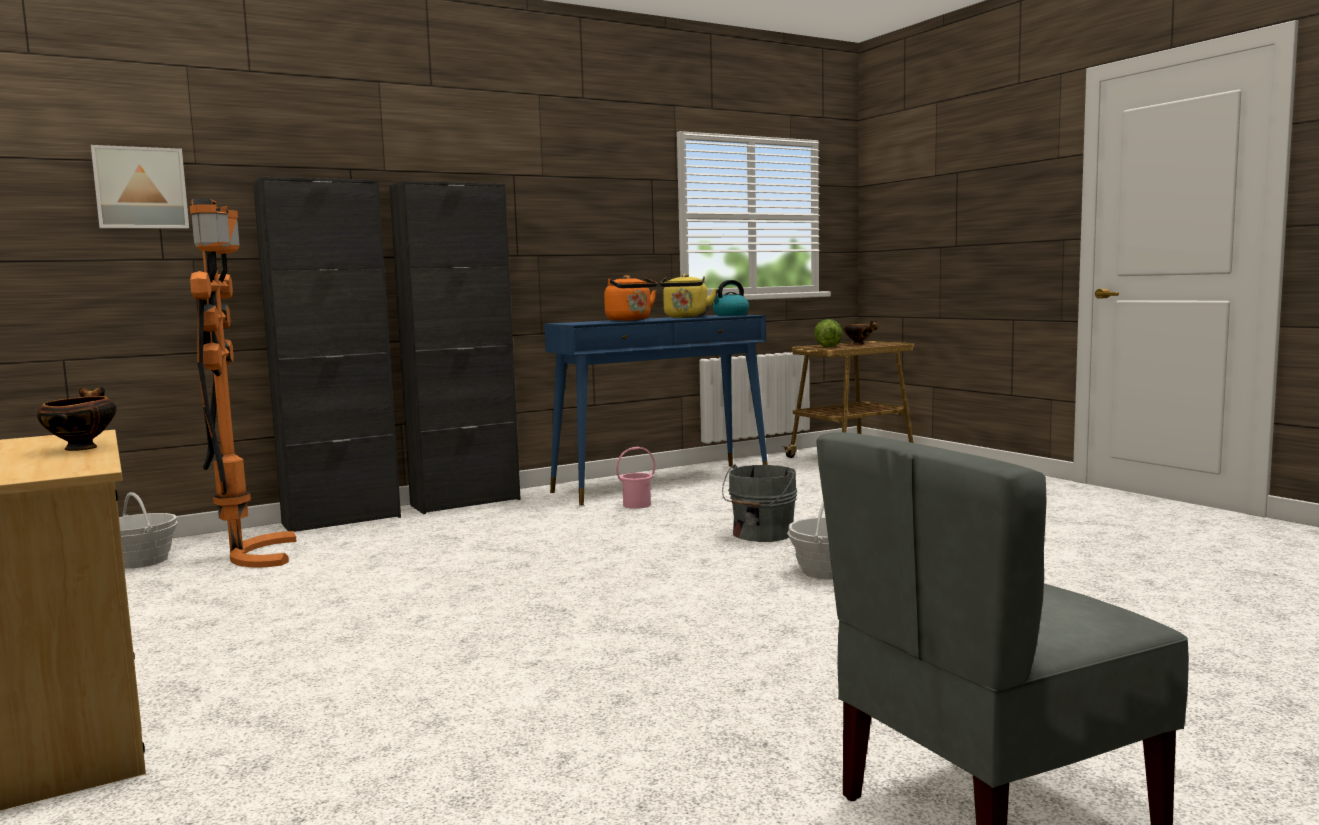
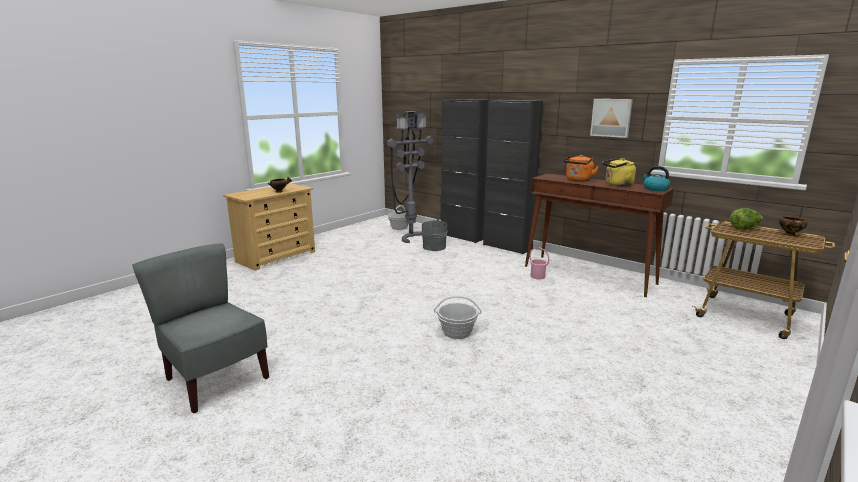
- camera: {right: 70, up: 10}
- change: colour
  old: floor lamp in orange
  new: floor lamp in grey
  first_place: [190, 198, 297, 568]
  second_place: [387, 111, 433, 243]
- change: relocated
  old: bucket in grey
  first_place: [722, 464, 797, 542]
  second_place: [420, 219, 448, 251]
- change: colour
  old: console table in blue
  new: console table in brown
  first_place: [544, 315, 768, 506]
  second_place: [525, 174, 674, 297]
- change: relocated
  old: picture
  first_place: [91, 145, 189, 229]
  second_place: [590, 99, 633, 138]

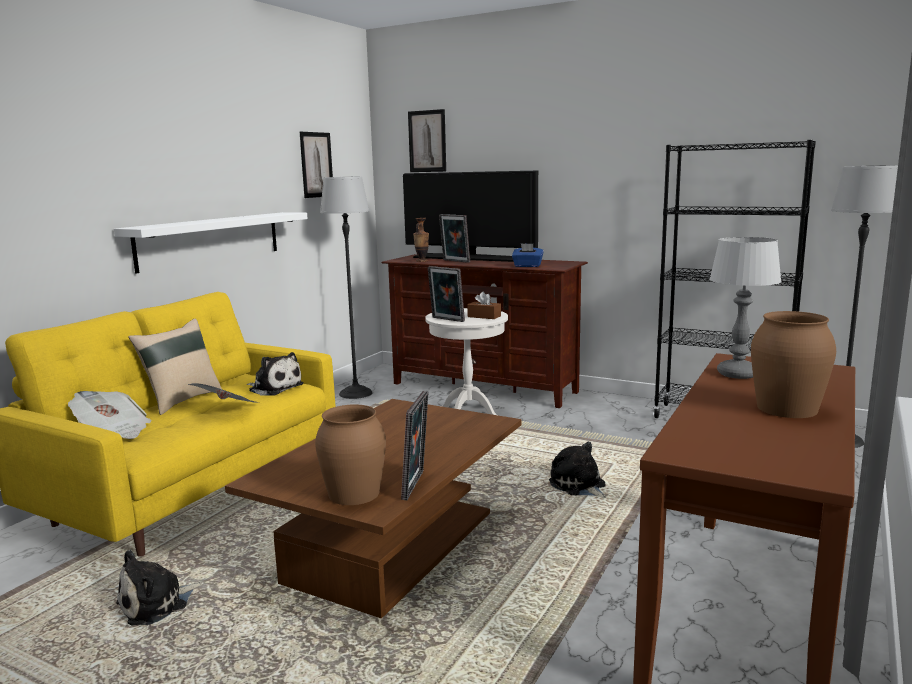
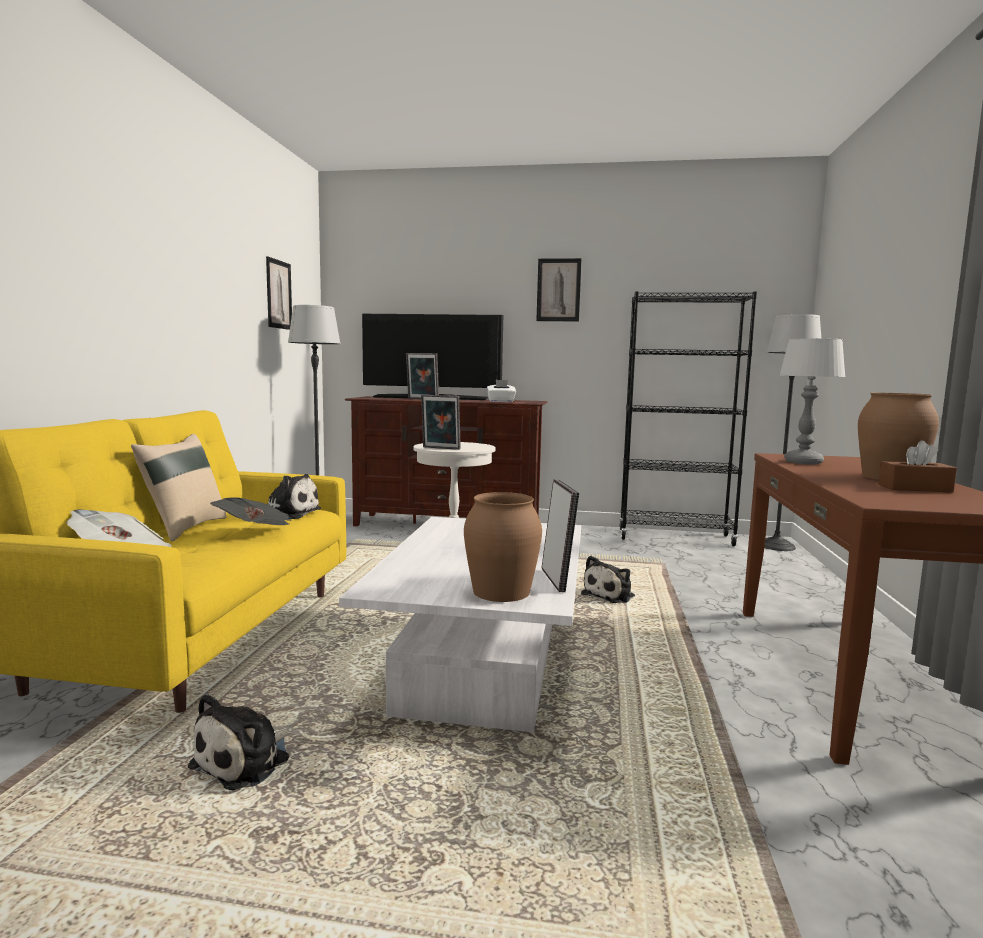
- camera: {right: -20, up: -5}
- change: colour
  old: coffee table in brown
  new: coffee table in white
  first_place: [225, 399, 522, 618]
  second_place: [339, 517, 581, 732]
- change: colour
  old: tissue box in blue
  new: tissue box in white
  first_place: [512, 243, 544, 267]
  second_place: [487, 380, 516, 402]
- change: relocated
  old: picture
  first_place: [408, 109, 446, 172]
  second_place: [536, 258, 581, 321]
- change: spun
  old: plush toy
  first_place: [549, 442, 606, 498]
  second_place: [581, 556, 635, 603]
  degrees: -90
- change: relocated
  old: tissue box in brown
  first_place: [467, 292, 501, 319]
  second_place: [878, 441, 957, 493]
- change: missing
  old: shelf in white
  first_place: [114, 212, 307, 273]
- change: missing
  old: vase
  first_place: [413, 218, 429, 262]

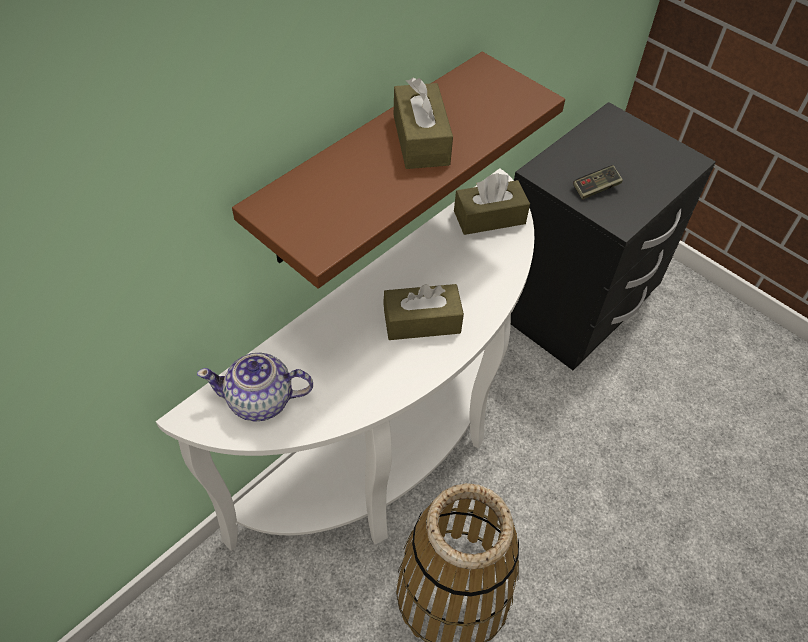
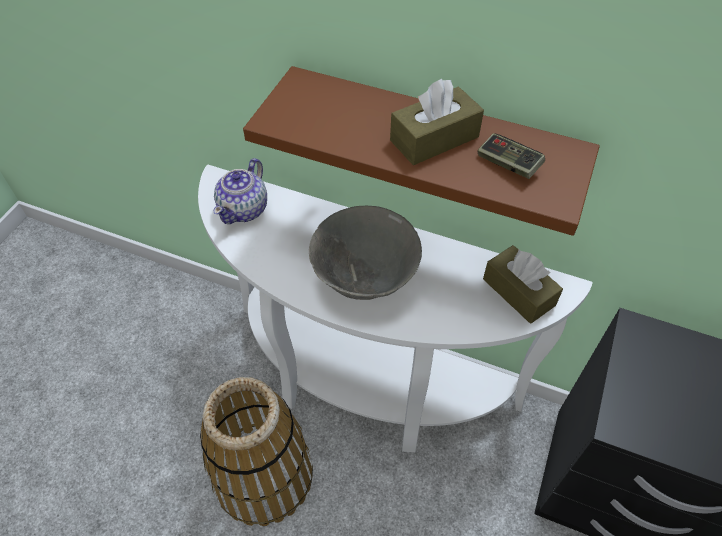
- camera: {right: 70, up: 0}
- change: spun
  old: teapot
  first_place: [197, 353, 313, 422]
  second_place: [214, 158, 267, 224]
  degrees: -135
- change: exchanged
  old: tissue box in brown
  new: bowl in grey
  first_place: [383, 284, 464, 340]
  second_place: [309, 206, 422, 300]
- change: relocated
  old: game controller
  first_place: [573, 165, 623, 199]
  second_place: [478, 133, 545, 179]

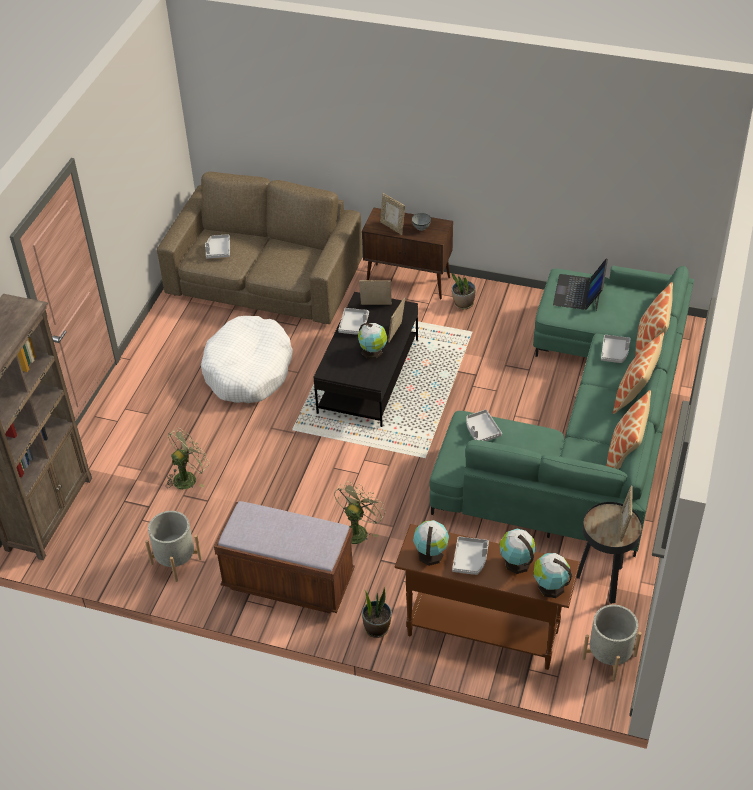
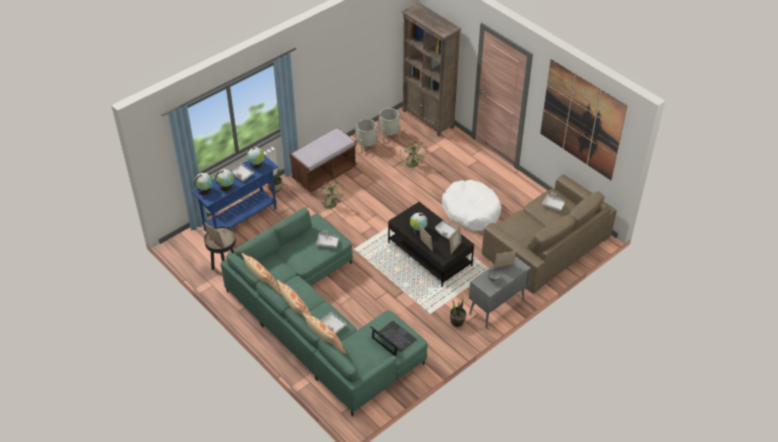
- camera: {right: 120, up: 0}
- change: colour
  old: console table in brown
  new: console table in blue
  first_place: [394, 524, 580, 670]
  second_place: [191, 155, 278, 231]
- change: relocated
  old: planter in grey
  first_place: [582, 605, 642, 681]
  second_place: [378, 108, 401, 142]
- change: colour
  old: cabinet in brown
  new: cabinet in grey
  first_place: [362, 207, 453, 299]
  second_place: [469, 256, 531, 328]
- change: appeared
  new: picture
  second_place: [540, 59, 628, 180]

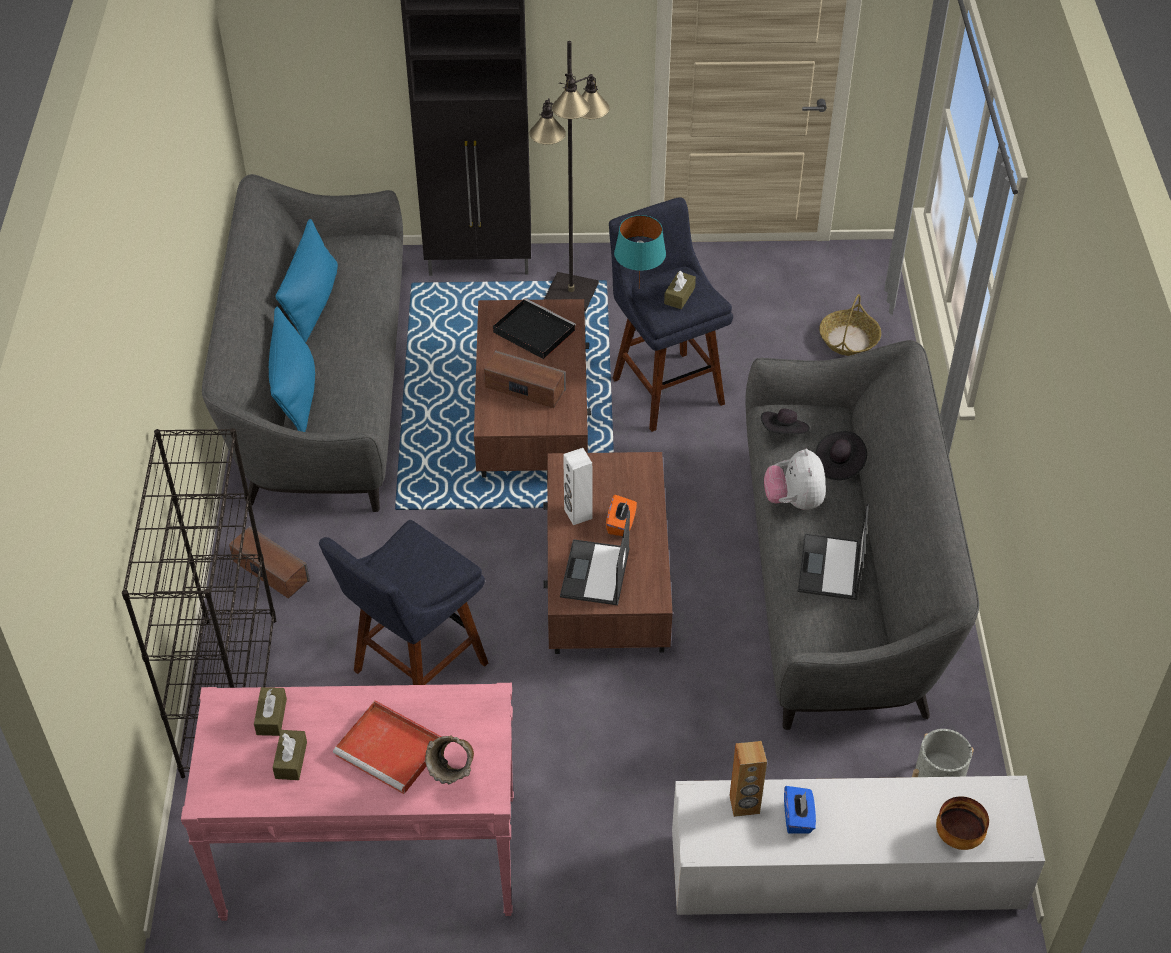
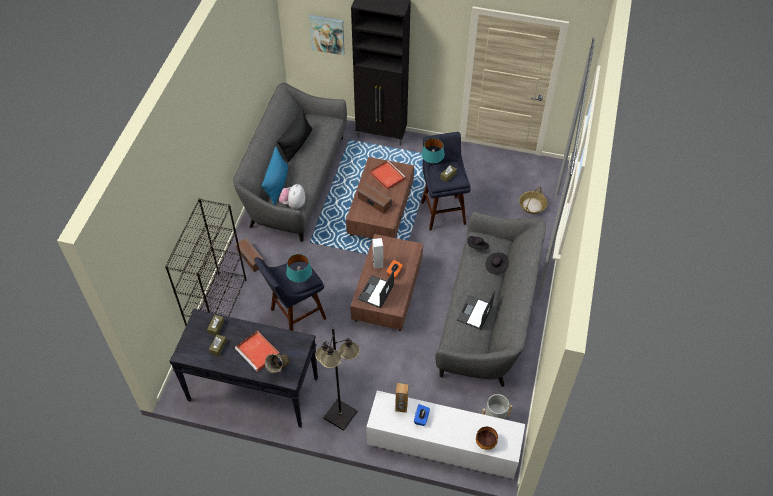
- camera: {right: 15, up: 5}
- change: colour
  old: console table in pink
  new: console table in black
  first_place: [181, 683, 514, 921]
  second_place: [170, 309, 318, 428]
- change: colour
  old: pillow in blue
  new: pillow in black
  first_place: [275, 219, 338, 343]
  second_place: [277, 108, 313, 163]
- change: relocated
  old: plush toy
  first_place: [764, 449, 826, 510]
  second_place: [279, 184, 305, 209]
- change: appeared
  new: table lamp in turquoise
  second_place: [286, 254, 312, 283]
- change: appeared
  new: picture
  second_place: [309, 15, 345, 55]
- change: relocated
  old: floor lamp in black
  first_place: [529, 41, 610, 312]
  second_place: [315, 327, 360, 431]
- change: colour
  old: tray in black
  new: tray in red
  first_place: [493, 298, 576, 359]
  second_place: [370, 160, 405, 190]

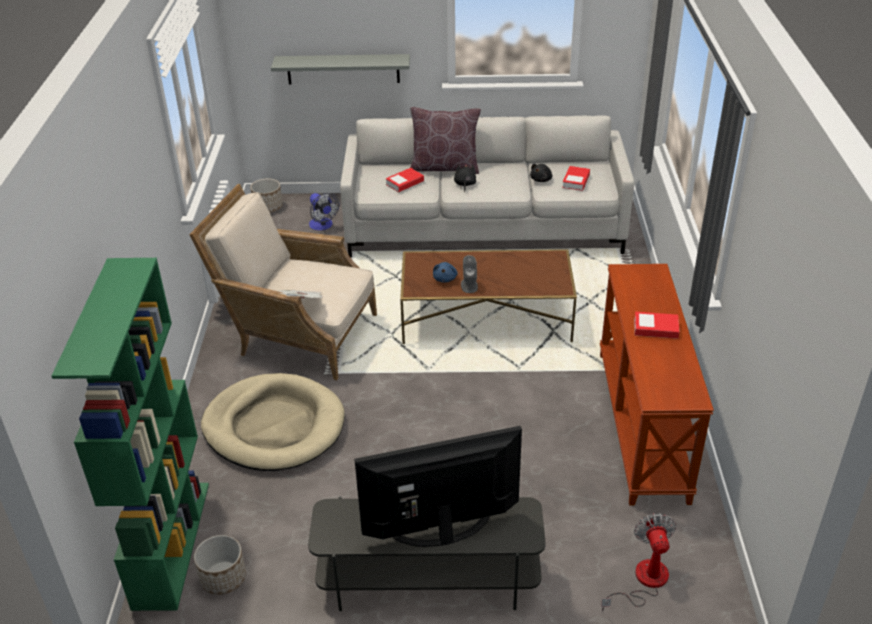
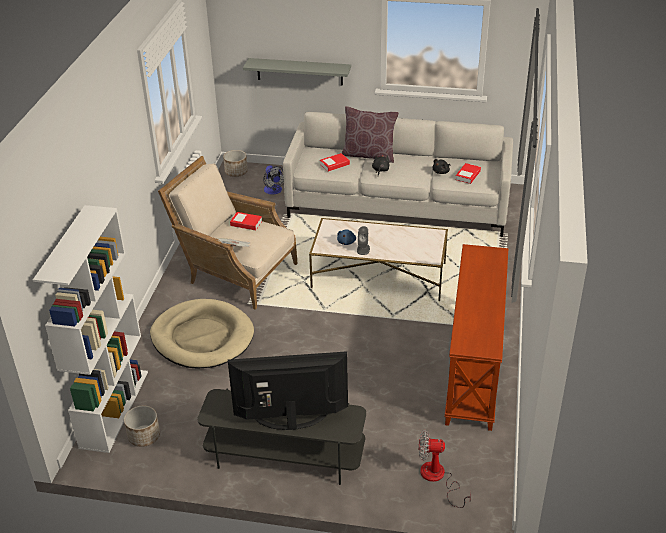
- camera: {right: 10, up: 0}
- change: colour
  old: bookcase in green
  new: bookcase in white
  first_place: [51, 258, 209, 611]
  second_place: [33, 205, 148, 453]
- change: relocated
  old: book
  first_place: [634, 312, 679, 339]
  second_place: [230, 212, 262, 231]
- change: colour
  old: coffee table in brown
  new: coffee table in white
  first_place: [400, 249, 577, 344]
  second_place: [309, 218, 448, 301]
- change: spun
  old: fan
  first_place: [601, 513, 676, 611]
  second_place: [419, 430, 471, 508]
  degrees: -90

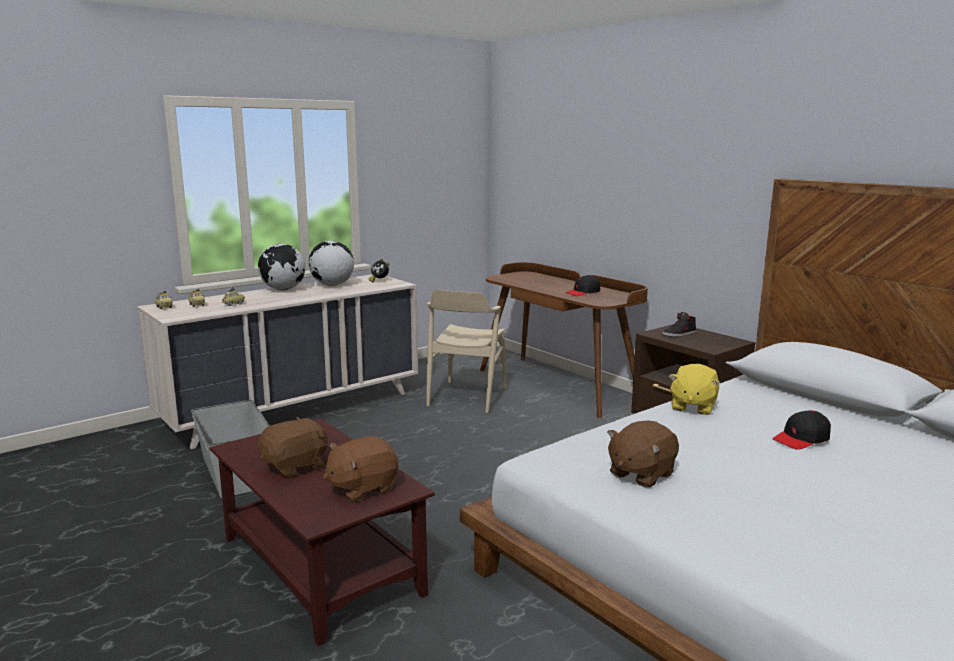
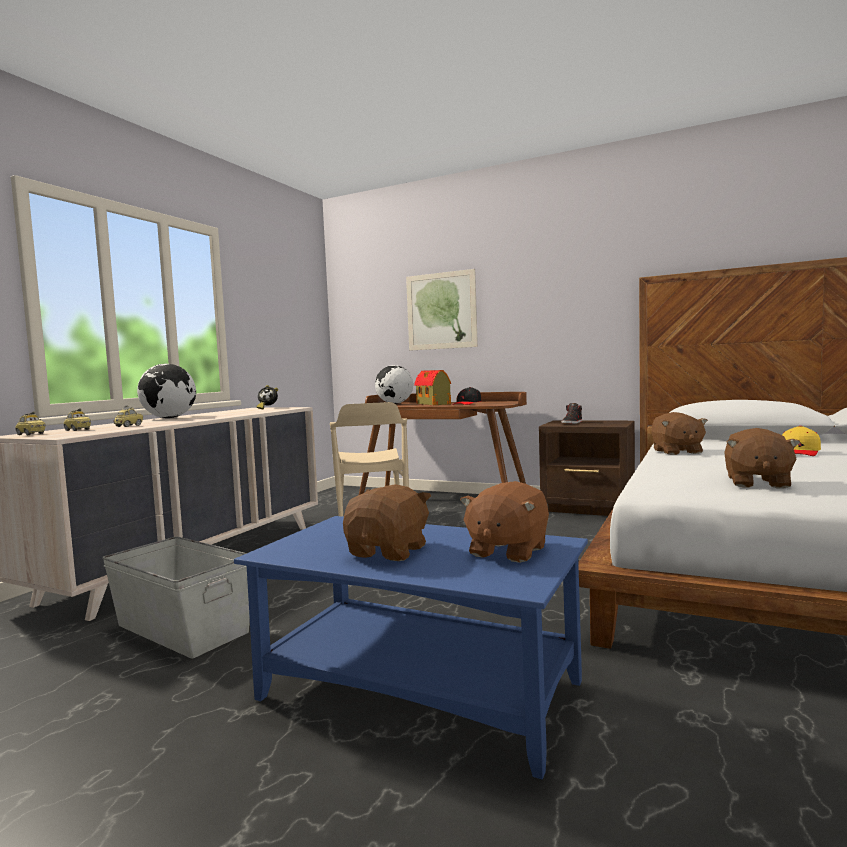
- camera: {right: -25, up: -10}
- change: colour
  old: coffee table in brown
  new: coffee table in blue
  first_place: [210, 418, 435, 646]
  second_place: [234, 516, 588, 779]
- change: relocated
  old: globe
  first_place: [309, 241, 354, 286]
  second_place: [375, 365, 413, 404]
- change: appeared
  new: picture
  second_place: [406, 269, 478, 351]
- change: appeared
  new: toy house
  second_place: [414, 370, 451, 405]
- change: colour
  old: plush toy in yellow
  new: plush toy in brown
  first_place: [669, 363, 720, 415]
  second_place: [651, 412, 708, 455]
- change: colour
  old: cap in black
  new: cap in yellow
  first_place: [773, 410, 831, 450]
  second_place: [782, 426, 821, 456]

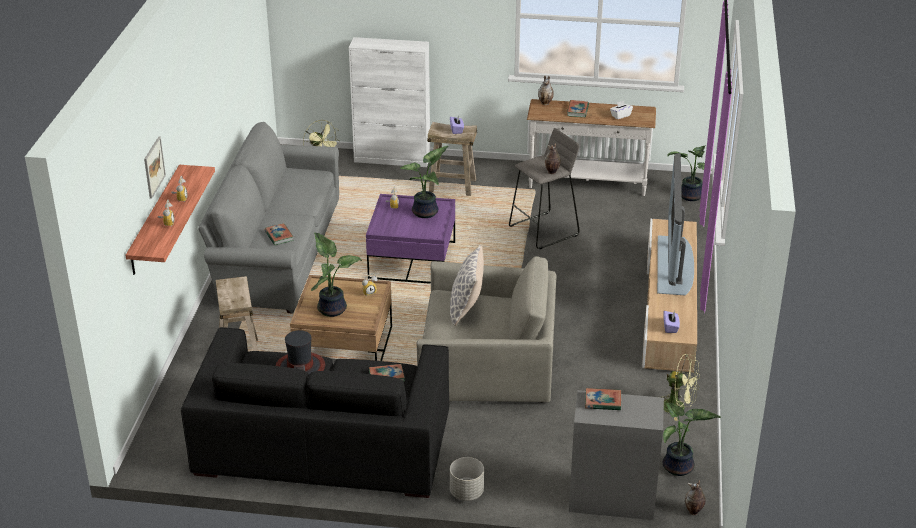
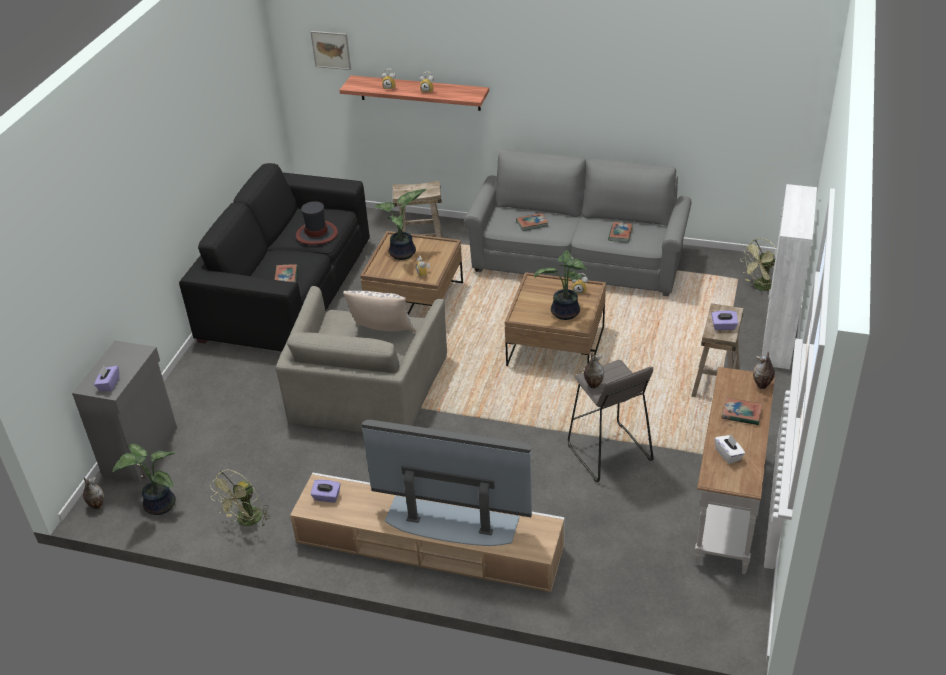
- camera: {right: 100, up: 5}
- change: appeared
  new: tissue box in purple
  second_place: [94, 366, 119, 391]
- change: relocated
  old: picture
  first_place: [144, 137, 166, 199]
  second_place: [311, 31, 351, 70]
- change: colour
  old: coffee table in purple
  new: coffee table in brown
  first_place: [366, 194, 455, 284]
  second_place: [505, 272, 606, 366]
- change: relocated
  old: book
  first_place: [585, 388, 621, 411]
  second_place: [608, 222, 633, 243]
- change: missing
  old: planter in grey
  first_place: [450, 457, 484, 501]
- change: missing
  old: potted plant
  first_place: [667, 146, 712, 201]

